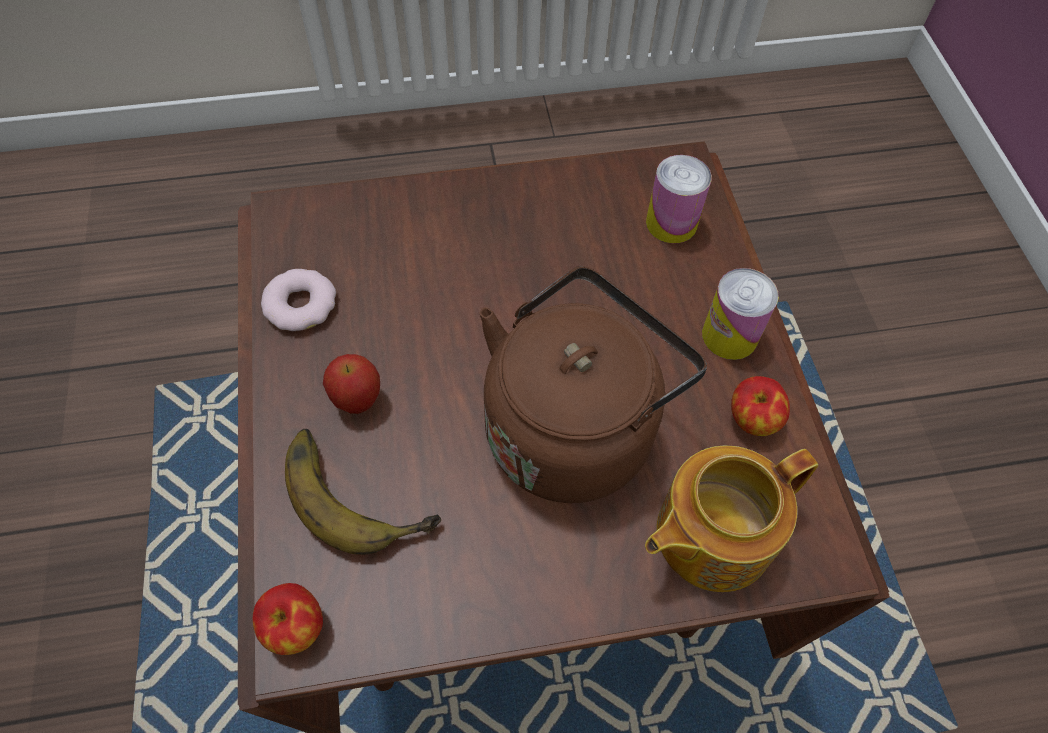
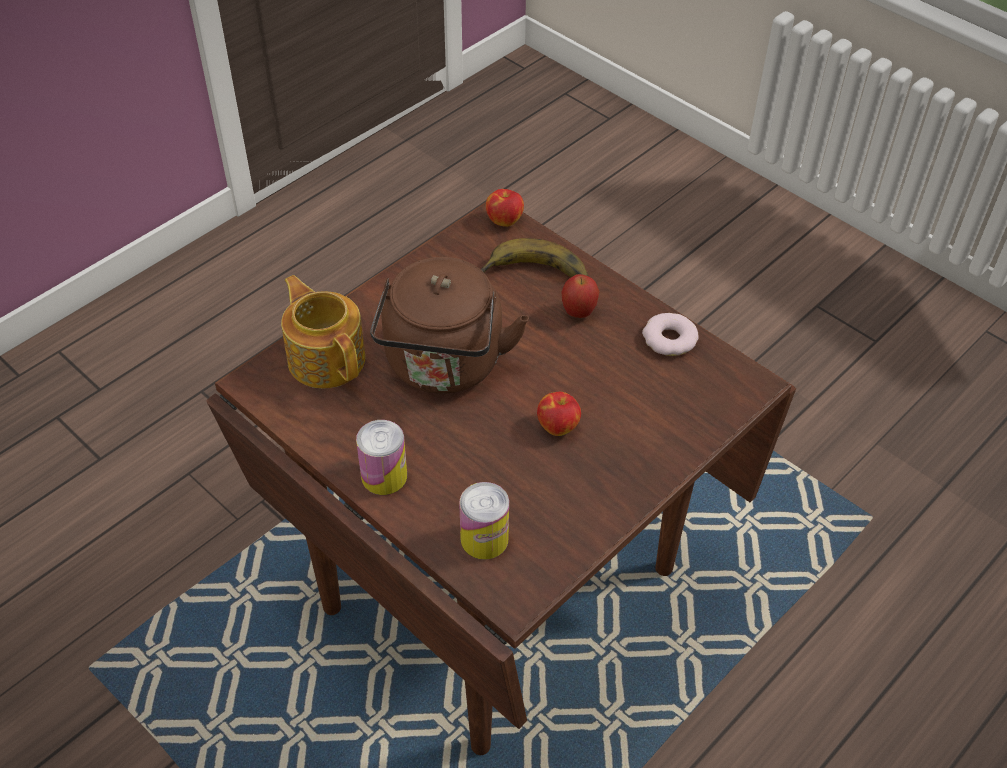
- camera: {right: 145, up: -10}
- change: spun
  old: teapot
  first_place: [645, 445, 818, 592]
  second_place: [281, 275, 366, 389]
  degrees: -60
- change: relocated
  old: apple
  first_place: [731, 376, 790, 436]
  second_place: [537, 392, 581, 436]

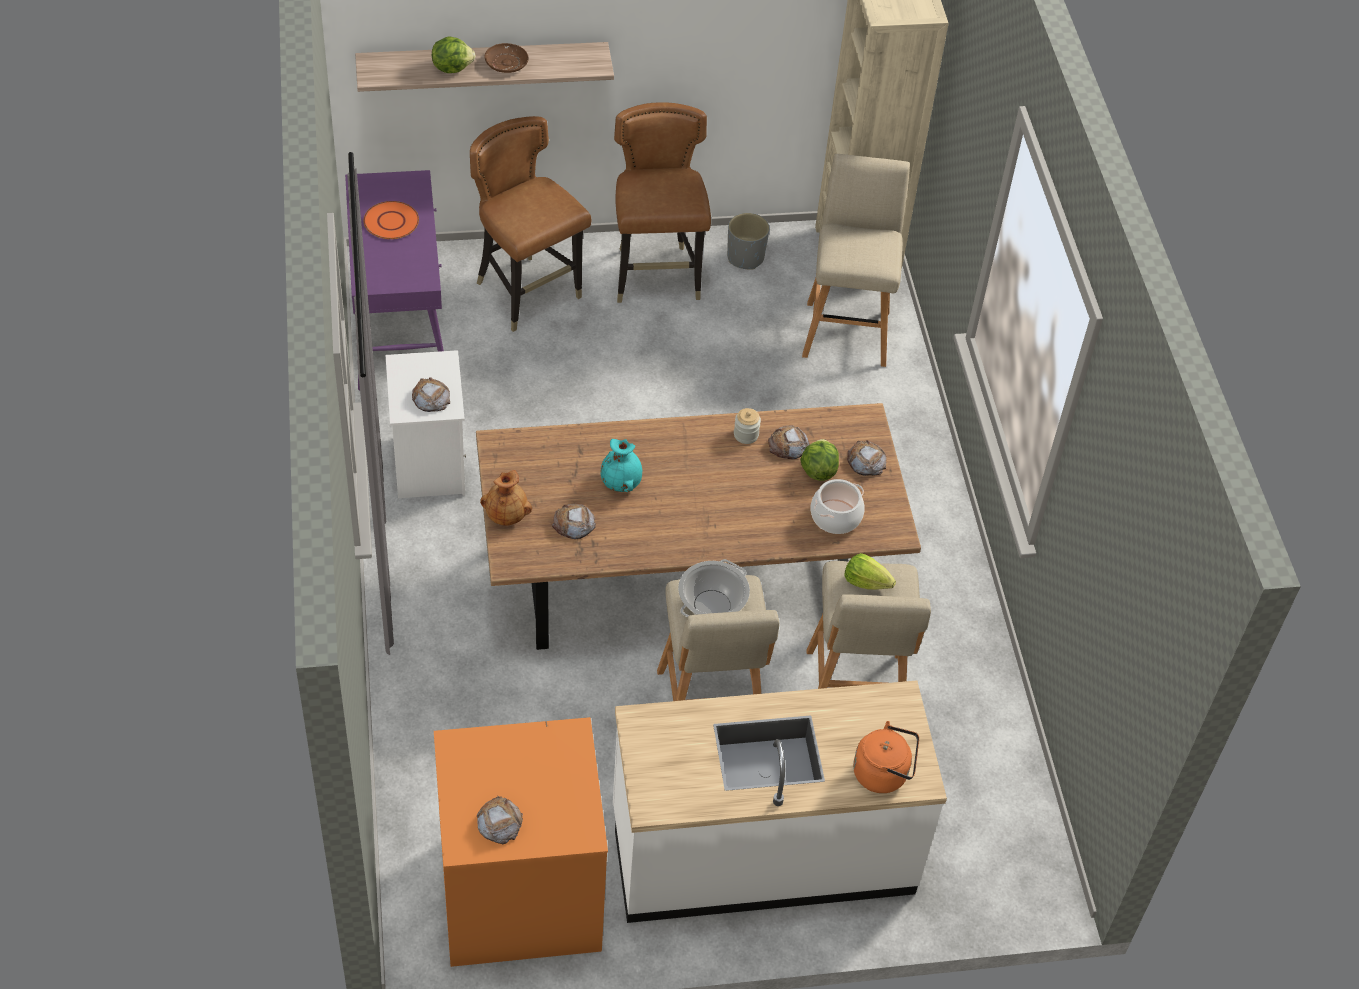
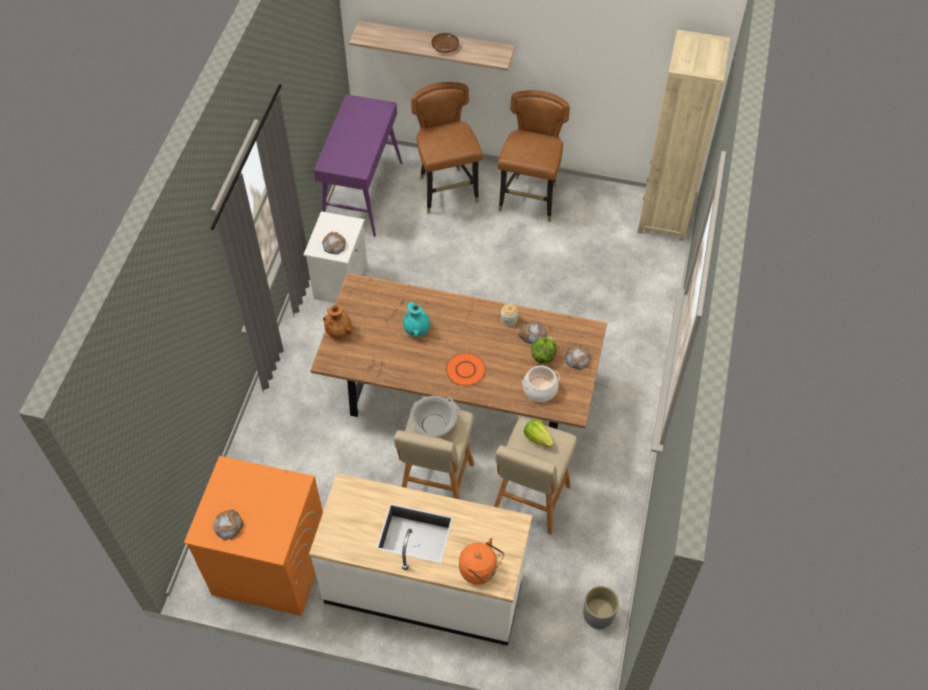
- camera: {right: 25, up: 5}
- change: relocated
  old: plate in orange
  first_place: [364, 201, 419, 239]
  second_place: [446, 353, 486, 386]
- change: relocated
  old: planter in grey
  first_place: [727, 213, 769, 270]
  second_place: [583, 586, 619, 629]
- change: missing
  old: lettuce
  first_place: [432, 36, 476, 73]
- change: missing
  old: bread
  first_place: [552, 504, 596, 539]
- change: missing
  old: stool in beige
  first_place: [802, 154, 910, 367]

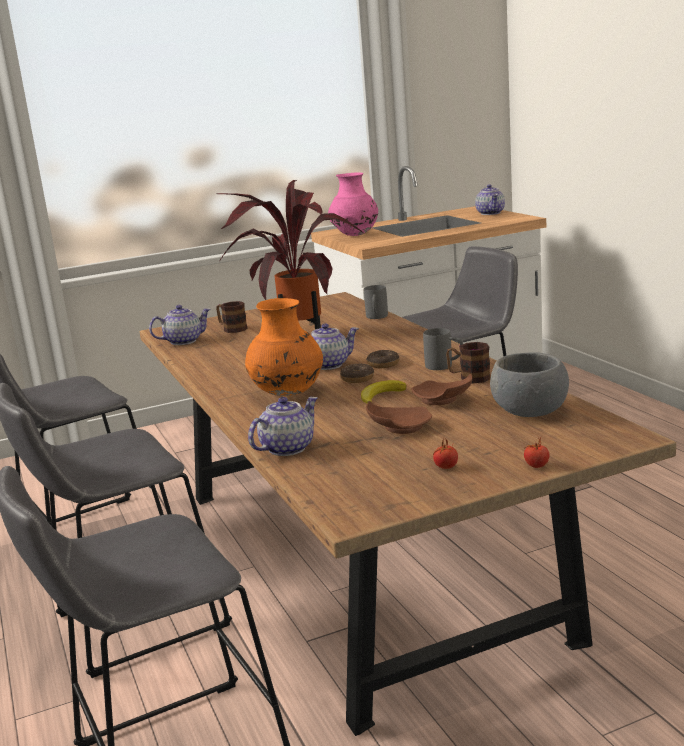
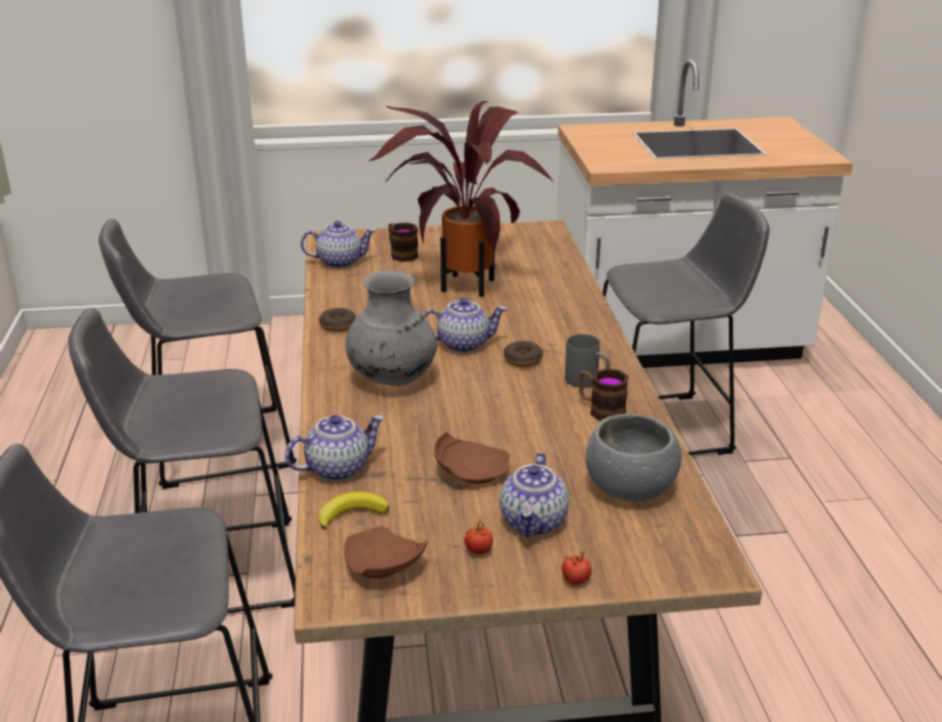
- camera: {right: 15, up: 10}
- change: relocated
  old: donut
  first_place: [340, 363, 374, 383]
  second_place: [319, 308, 356, 332]
- change: relocated
  old: banana
  first_place: [361, 380, 407, 403]
  second_place: [319, 492, 389, 530]
- change: relocated
  old: plate in brown
  first_place: [412, 374, 472, 405]
  second_place: [344, 526, 427, 579]
- change: colour
  old: vase in orange
  new: vase in grey
  first_place: [245, 298, 323, 396]
  second_place: [345, 270, 437, 386]
- change: relocated
  old: teapot
  first_place: [475, 184, 505, 215]
  second_place: [500, 452, 569, 537]
- change: missing
  old: vase in pink
  first_place: [328, 173, 378, 236]
- change: missing
  old: mug in grey
  first_place: [364, 285, 388, 319]

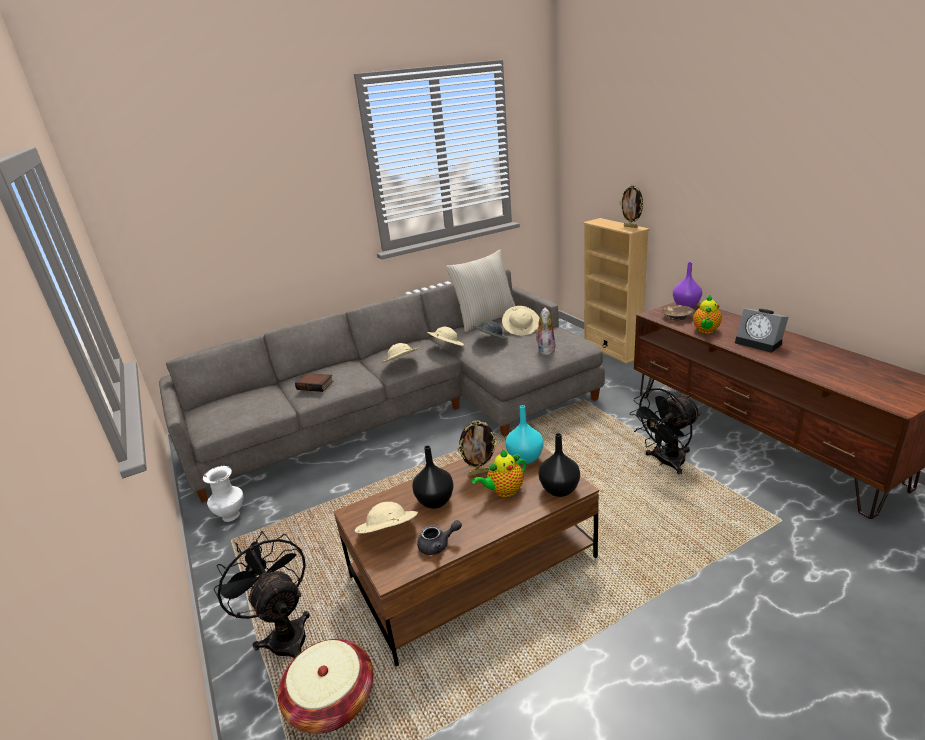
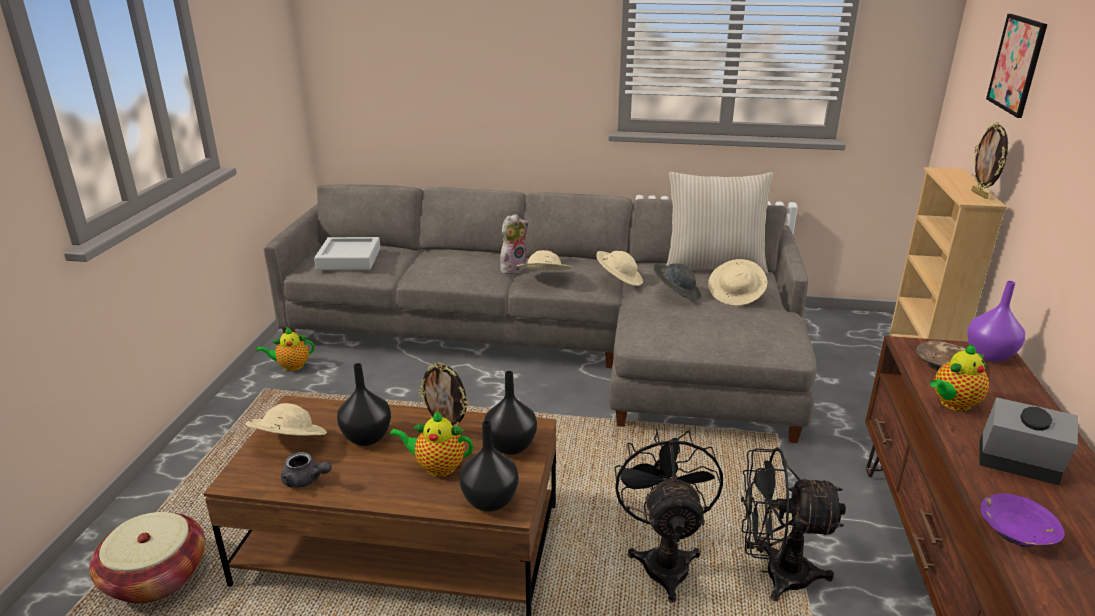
- camera: {right: 35, up: 0}
- change: exchanged
  old: vase in white
  new: teapot
  first_place: [203, 466, 243, 522]
  second_place: [256, 327, 315, 371]
- change: appeared
  new: tray in grey
  second_place: [314, 237, 381, 270]
- change: colour
  old: vase in turquoise
  new: vase in black
  first_place: [506, 405, 543, 464]
  second_place: [484, 371, 537, 455]
- change: relocated
  old: plush toy
  first_place: [534, 308, 556, 355]
  second_place: [500, 214, 528, 274]
- change: relocated
  old: fan in black
  first_place: [214, 531, 310, 658]
  second_place: [614, 429, 723, 603]
- change: spun
  old: alarm clock
  first_place: [735, 309, 789, 353]
  second_place: [979, 397, 1078, 486]
  degrees: 120
- change: appeared
  new: bowl in purple
  second_place: [981, 493, 1065, 547]
- change: appeared
  new: picture
  second_place: [986, 14, 1047, 118]
- change: missing
  old: book
  first_place: [295, 373, 334, 392]

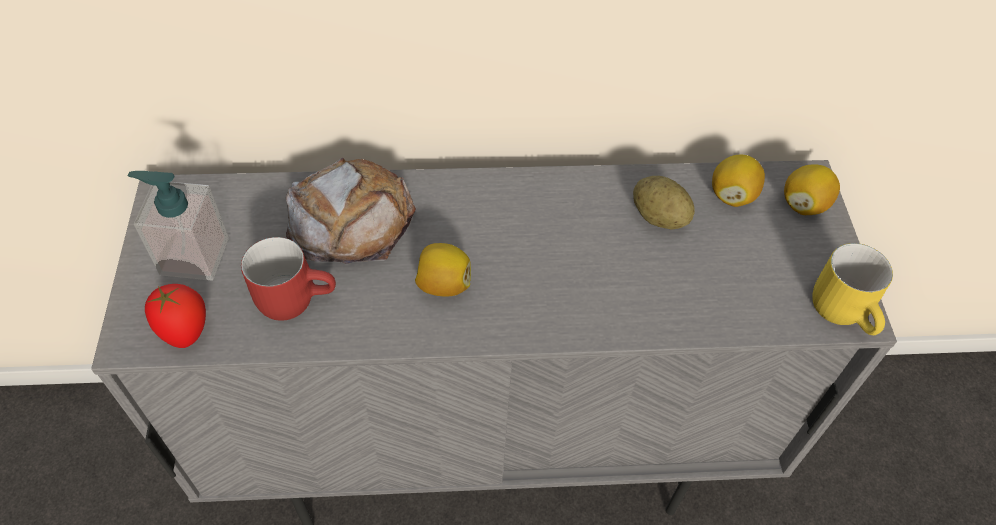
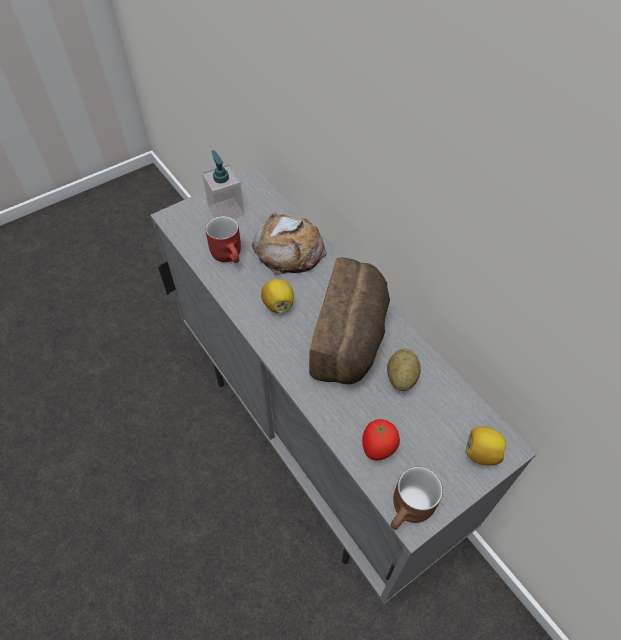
- camera: {right: 60, up: 0}
- change: appeared
  new: bread
  second_place: [309, 257, 390, 384]
- change: relocated
  old: tomato
  first_place: [145, 284, 206, 348]
  second_place: [362, 419, 400, 461]
- change: colour
  old: mug in yellow
  new: mug in brown
  first_place: [812, 243, 893, 335]
  second_place: [391, 466, 443, 530]
- change: missing
  old: lemon
  first_place: [712, 155, 765, 207]

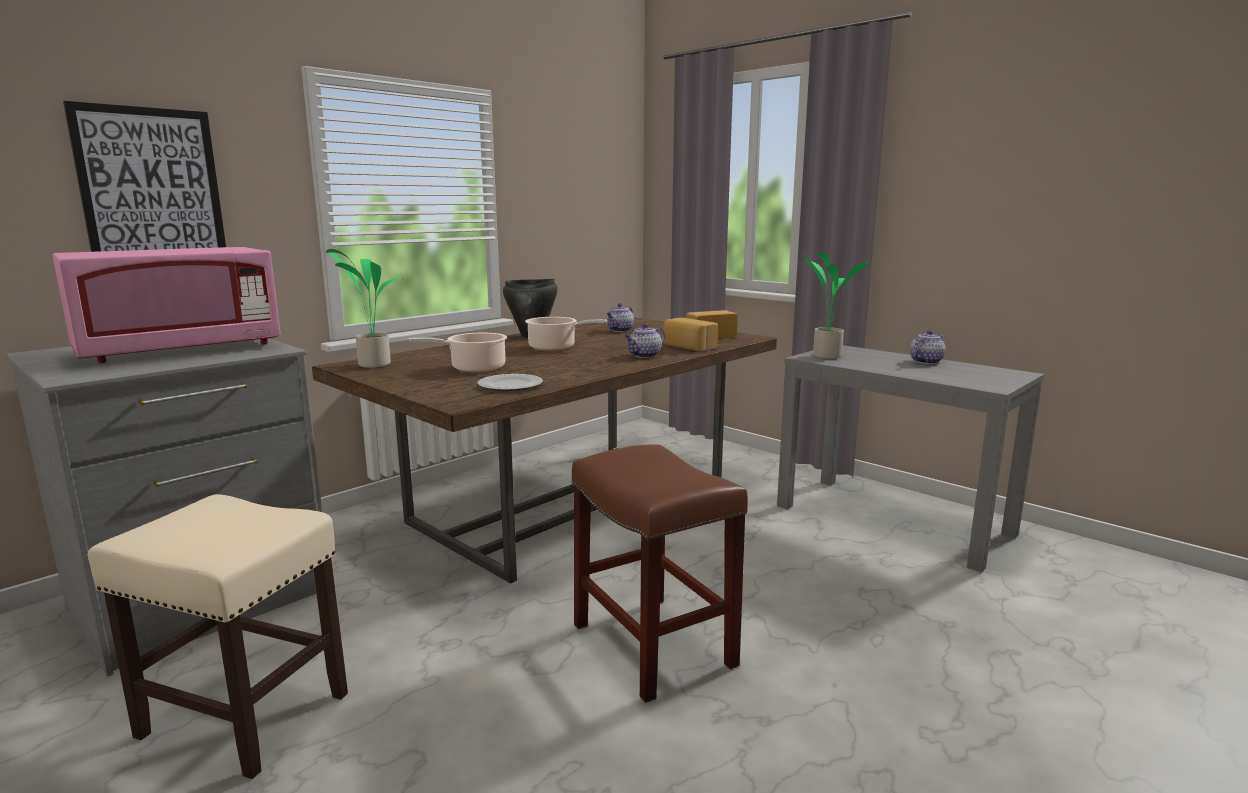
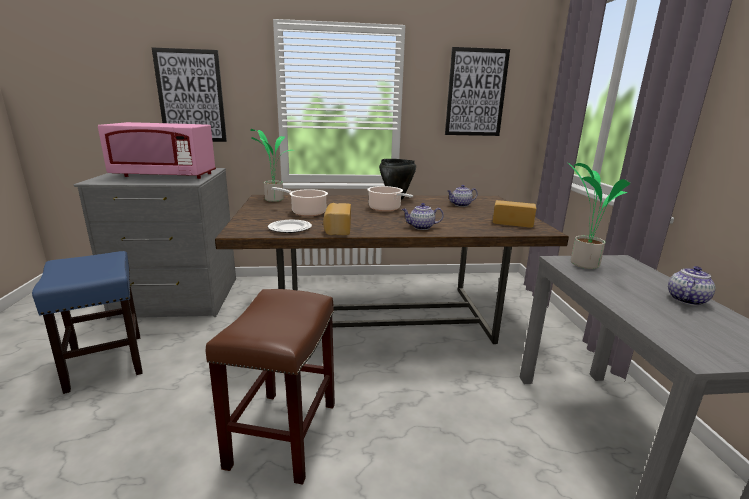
- camera: {right: 40, up: 5}
- change: colour
  old: stool in beige
  new: stool in blue
  first_place: [88, 494, 348, 779]
  second_place: [32, 251, 143, 394]
- change: relocated
  old: bread
  first_place: [663, 318, 718, 351]
  second_place: [323, 203, 351, 235]
- change: appeared
  new: picture
  second_place: [445, 47, 510, 136]
- change: spun
  old: teapot
  first_place: [910, 330, 945, 364]
  second_place: [668, 266, 715, 306]
  degrees: -45

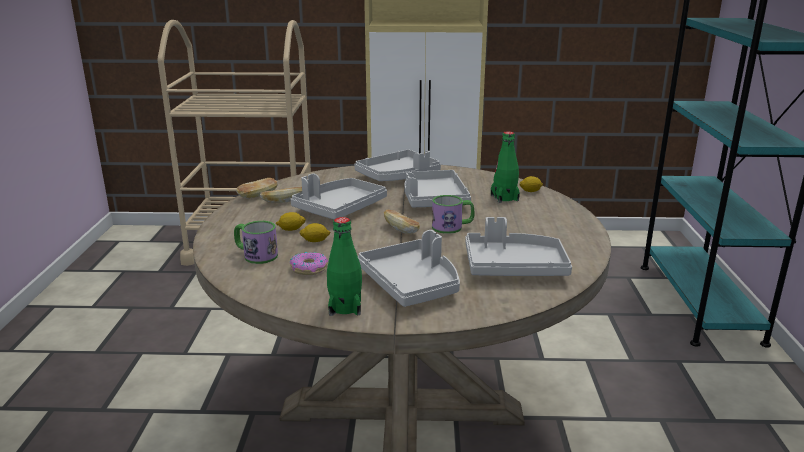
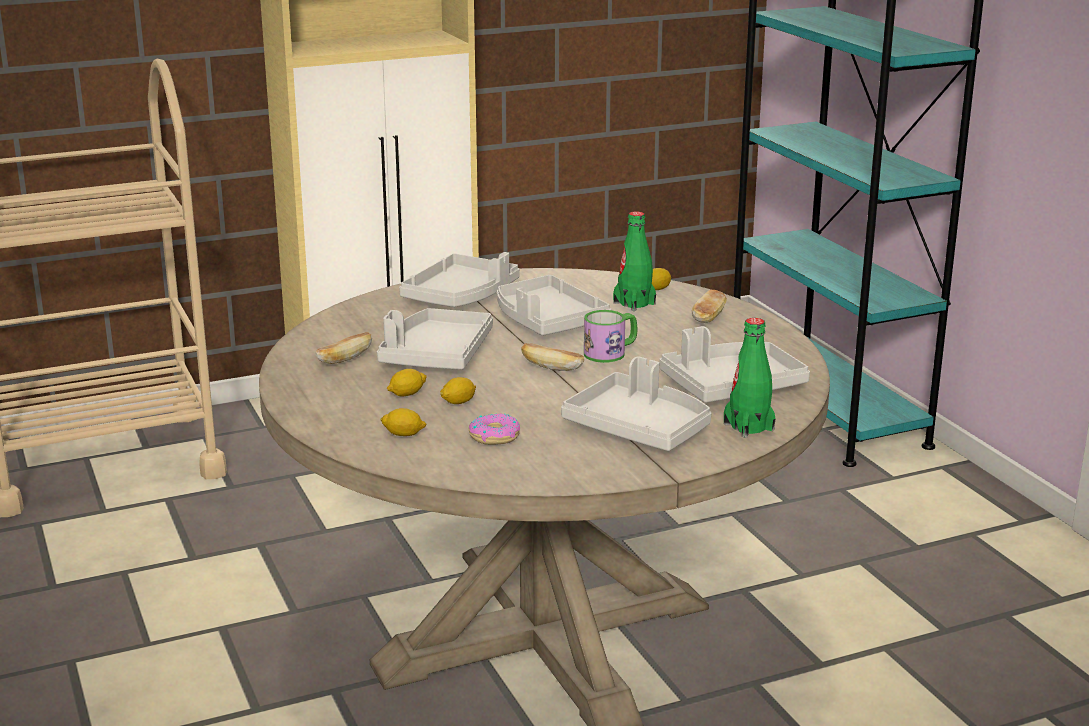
- camera: {right: -25, up: 0}
- change: exchanged
  old: mug
  new: lemon
  first_place: [234, 221, 278, 264]
  second_place: [380, 408, 427, 436]
- change: relocated
  old: bread
  first_place: [237, 178, 278, 199]
  second_place: [692, 290, 727, 323]
- change: relocated
  old: bottle in green
  first_place: [327, 217, 362, 316]
  second_place: [724, 318, 776, 438]

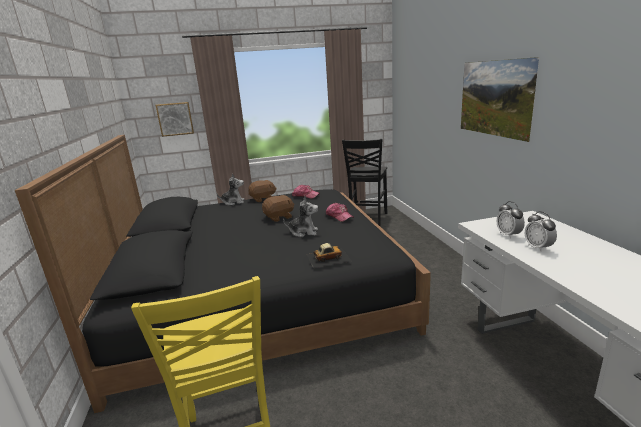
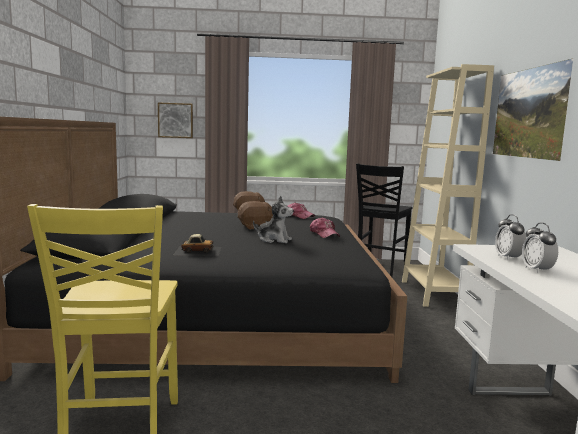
- camera: {right: 10, up: -10}
- change: relocated
  old: toy car
  first_place: [306, 243, 351, 268]
  second_place: [174, 234, 221, 256]
- change: appeared
  new: bookcase in beige
  second_place: [402, 64, 494, 307]
- change: missing
  old: plush toy
  first_place: [216, 173, 244, 205]

